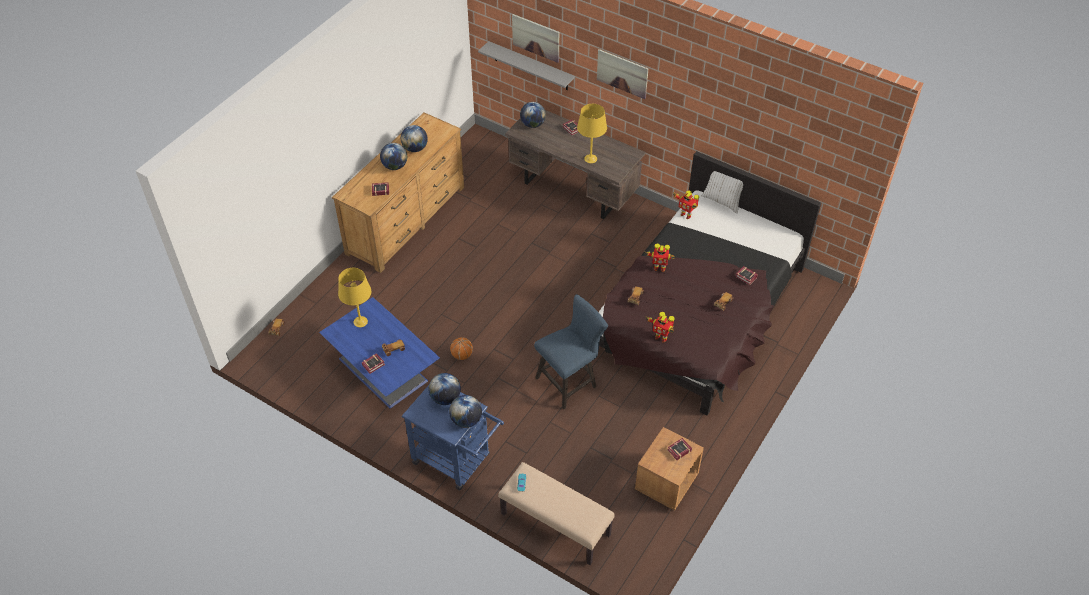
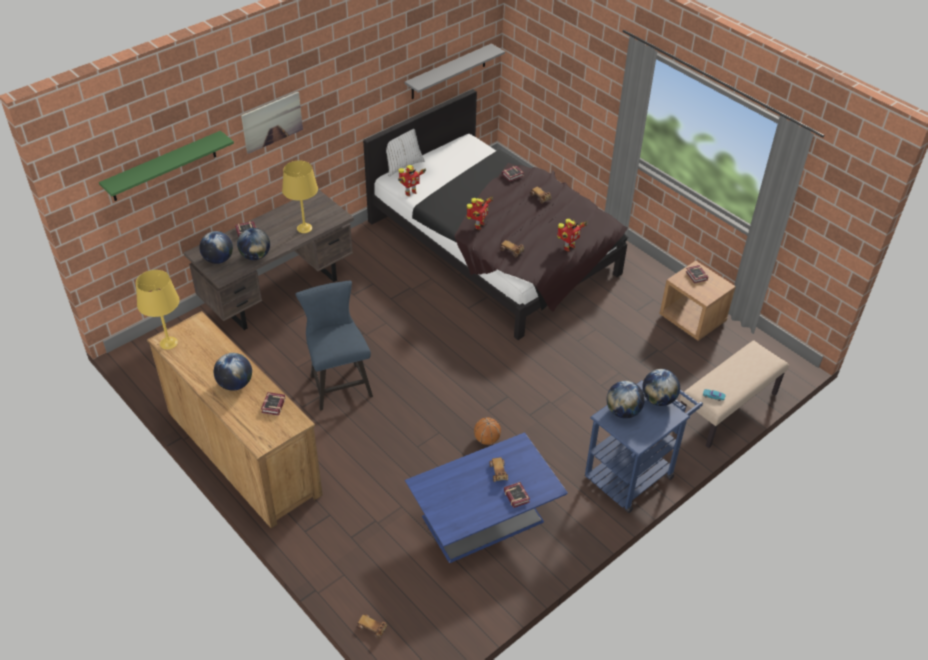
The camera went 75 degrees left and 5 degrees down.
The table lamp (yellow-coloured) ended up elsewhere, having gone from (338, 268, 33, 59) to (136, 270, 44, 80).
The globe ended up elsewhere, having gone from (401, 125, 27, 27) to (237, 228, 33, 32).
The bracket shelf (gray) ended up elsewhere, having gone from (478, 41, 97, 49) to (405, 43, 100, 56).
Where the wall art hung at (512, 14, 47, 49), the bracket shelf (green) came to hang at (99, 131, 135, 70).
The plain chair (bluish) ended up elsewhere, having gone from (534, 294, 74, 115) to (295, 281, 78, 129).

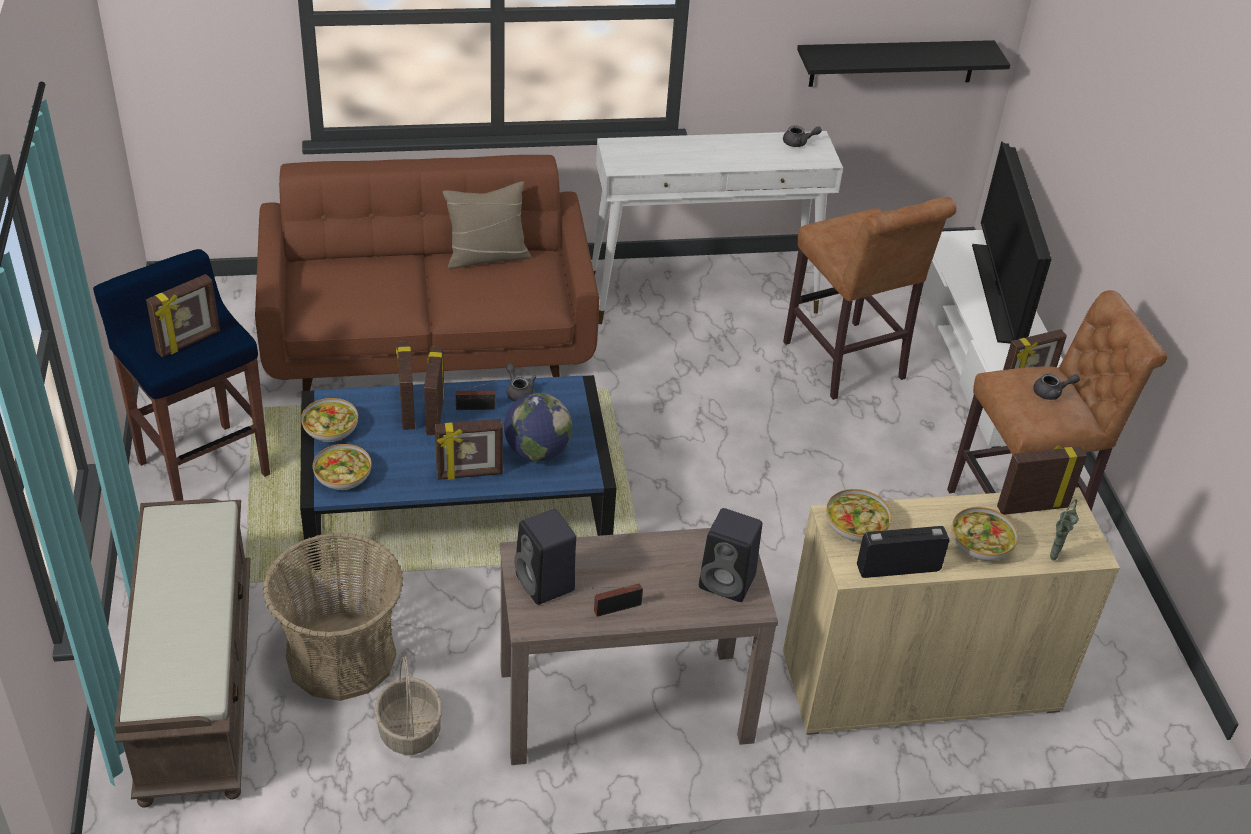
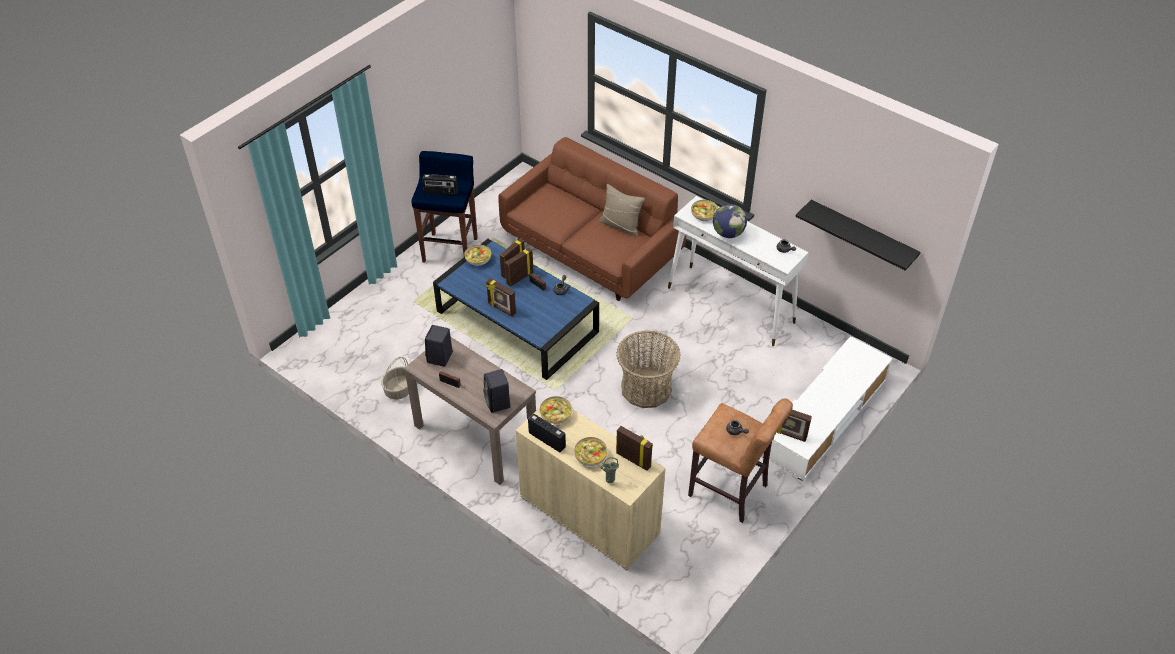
The camera went 50 degrees right and 5 degrees up.
The second view lost the indoor bench (brownish) at (114, 499, 137, 309).
Where the standing frame stood at (146, 274, 74, 83), the radio set came to stand at (422, 174, 36, 21).
The household basket ended up elsewhere, having gone from (263, 532, 141, 169) to (616, 330, 65, 78).
The serving bowl ended up elsewhere, having gone from (313, 444, 58, 46) to (691, 200, 28, 21).
The globe ended up elsewhere, having gone from (504, 393, 68, 68) to (713, 204, 34, 34).
The second view lost the stool seat (brownish) at (783, 197, 174, 203).
The second view lost the TV at (972, 141, 80, 203).

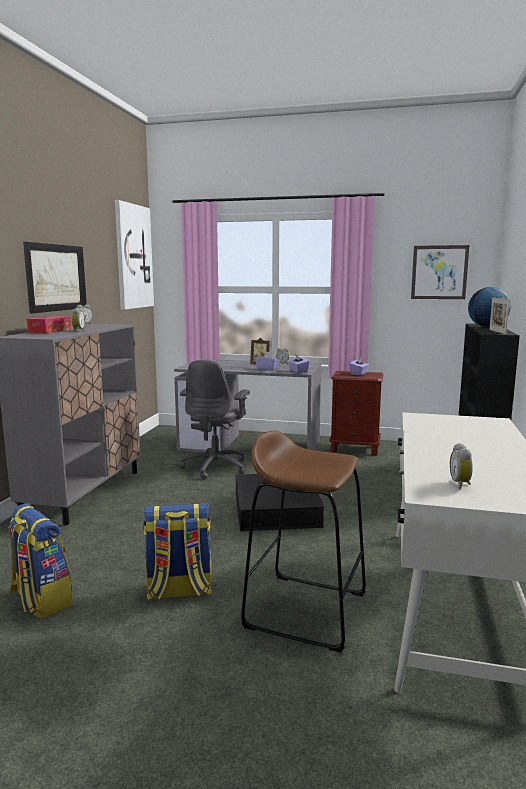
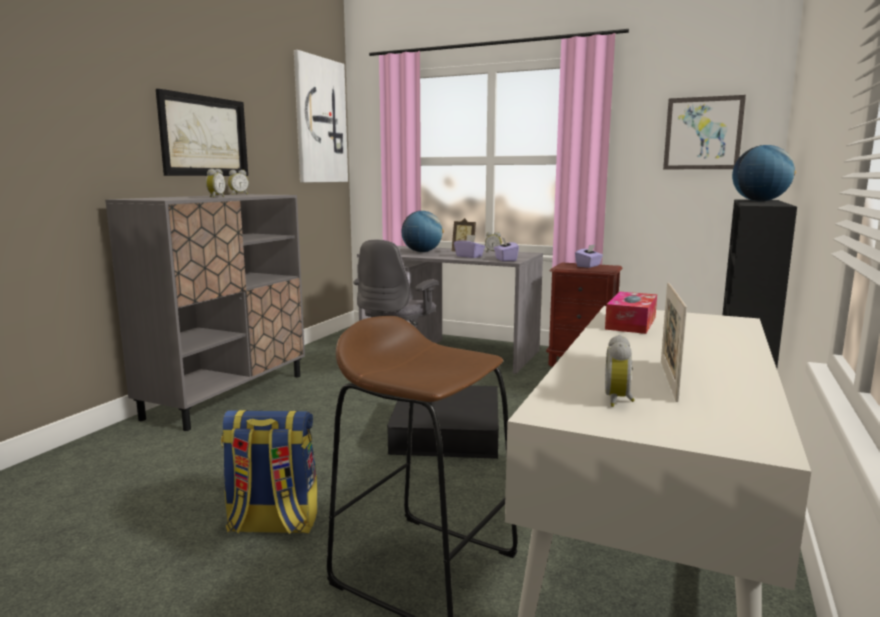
The camera went 10 degrees right and 0 degrees up.
The second view lost the rucksack at (9, 504, 64, 115).
The box of tissues ended up elsewhere, having gone from (27, 316, 44, 17) to (605, 292, 52, 42).
The standing frame ended up elsewhere, having gone from (489, 297, 21, 37) to (661, 283, 26, 119).
The second view gained the globe at (401, 211, 43, 41).

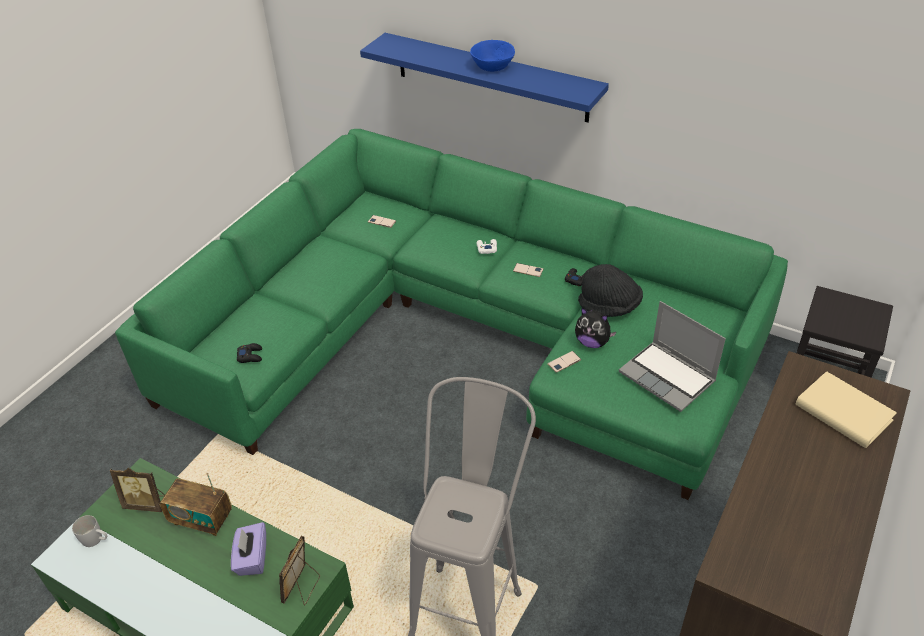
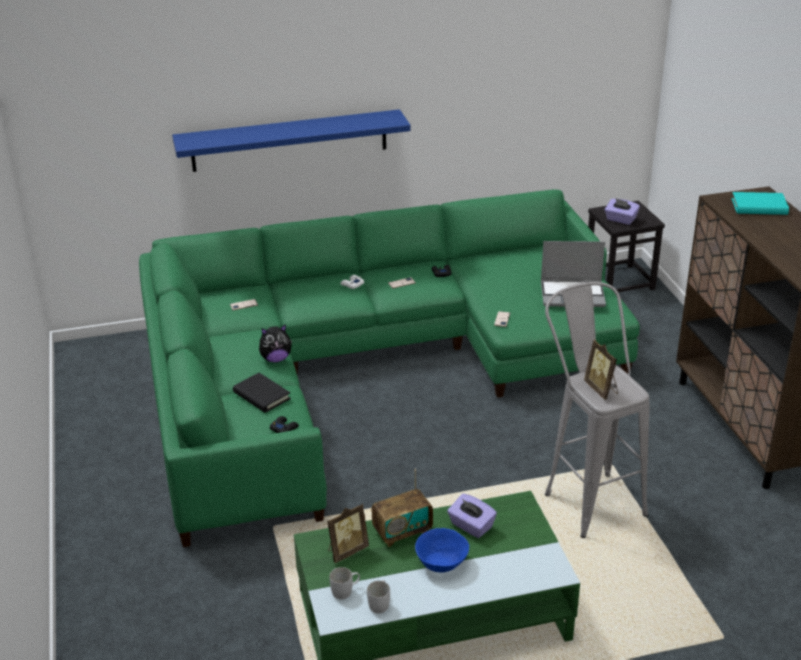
The camera went 45 degrees left and 10 degrees down.
The standing frame ended up elsewhere, having gone from (279, 536, 41, 70) to (584, 339, 34, 61).
The serving bowl (bluish) ended up elsewhere, having gone from (470, 40, 45, 32) to (415, 528, 54, 45).
The soft toy ended up elsewhere, having gone from (575, 307, 41, 41) to (259, 324, 33, 39).
The second view lost the clothing hat (black) at (578, 264, 65, 53).
What was the book (beige-coloured) at (796, 371, 101, 77) turned into the book (blue-green) at (732, 192, 57, 23).
The second view gained the book (black) at (233, 373, 58, 40).
The second view gained the mug (white-coloured) at (367, 580, 23, 33).
The second view gained the box of tissues (purplish) at (605, 198, 35, 27).

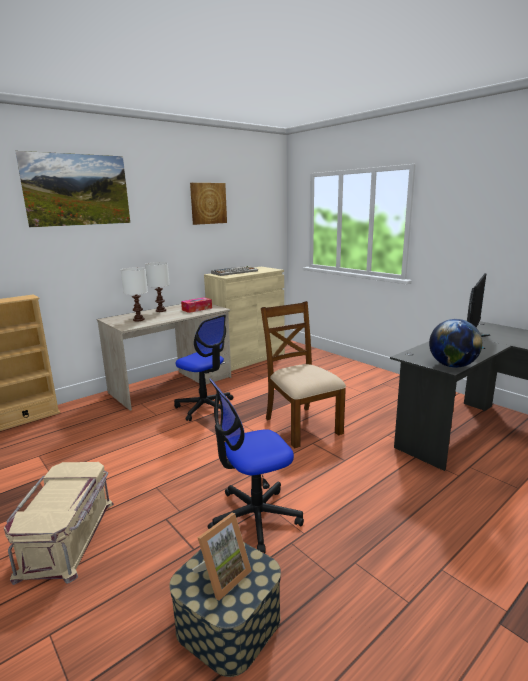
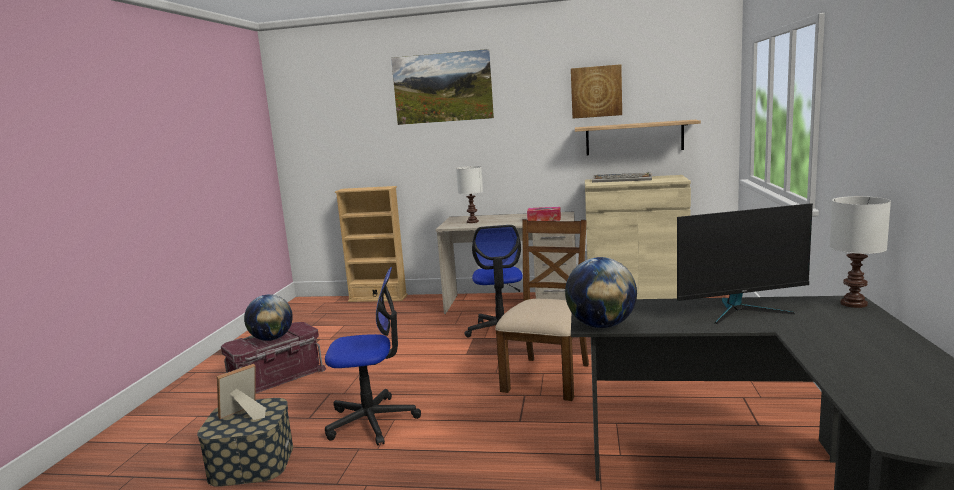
The camera went 50 degrees right and 5 degrees down.
What was the storage bin (beige-coloured) at (4, 462, 110, 123) turned into the storage bin (red) at (221, 322, 105, 72).
The table lamp (white-coloured) ended up elsewhere, having gone from (145, 262, 25, 50) to (829, 196, 62, 112).
The standing frame at (192, 513, 60, 88) ended up facing another way, 135 degrees clockwise from before.
The desk chair at (208, 379, 96, 174) ended up facing another way, 150 degrees clockwise from before.
The second view gained the globe at (244, 294, 49, 47).
The second view gained the bracket shelf at (575, 120, 126, 35).

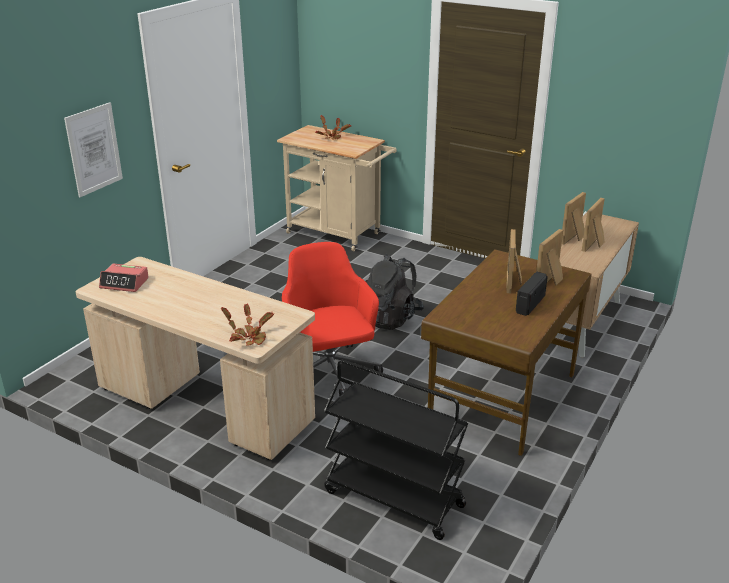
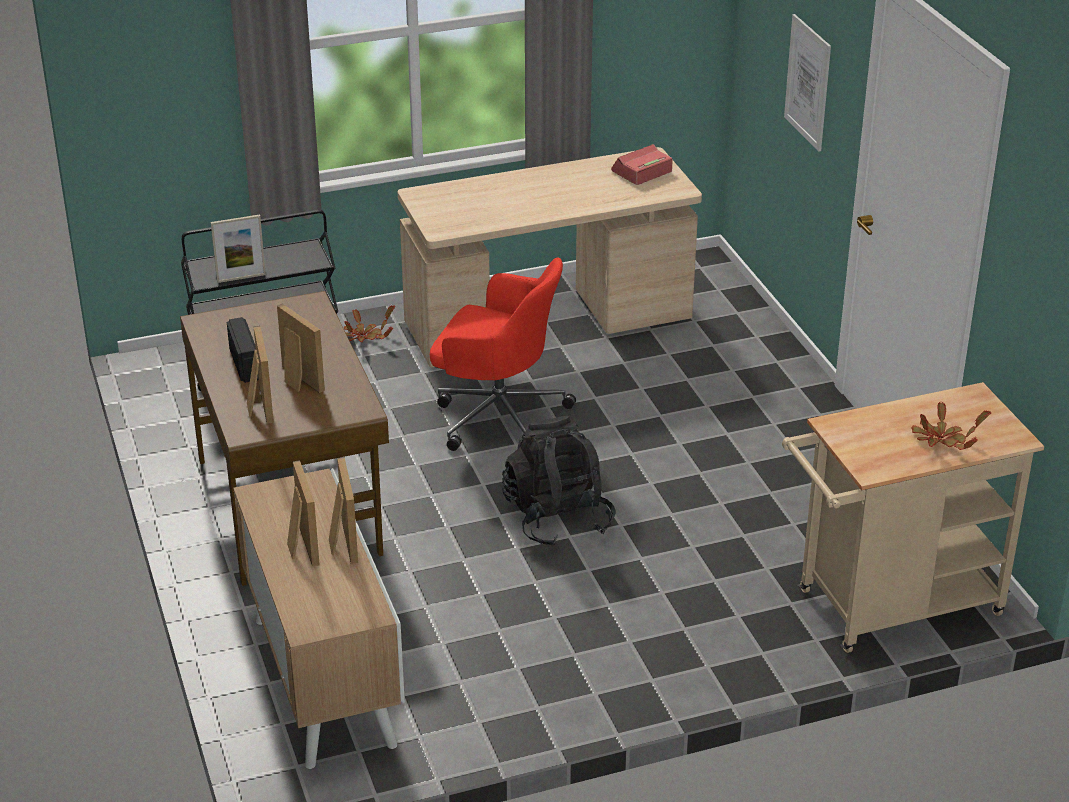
The camera went 130 degrees right and 5 degrees up.
The potted plant ended up elsewhere, having gone from (221, 303, 53, 43) to (344, 305, 51, 37).
The second view gained the standing frame at (211, 214, 55, 69).

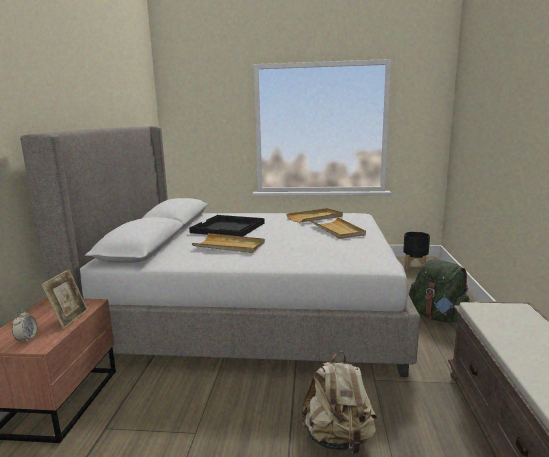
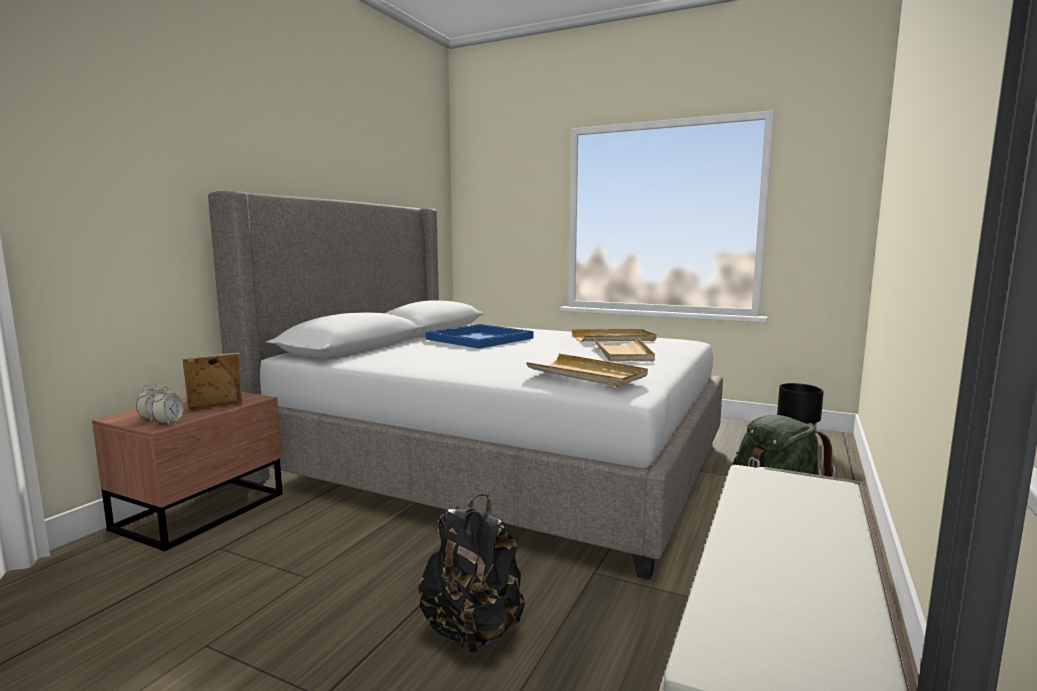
The camera went 20 degrees right and 5 degrees down.
The standing frame at (41, 269, 47, 60) ended up facing another way, 150 degrees counterclockwise from before.
What was the tray (black) at (189, 215, 76, 22) turned into the tray (bluish) at (425, 324, 108, 25).
The tray (beige-coloured) ended up elsewhere, having gone from (192, 233, 73, 20) to (526, 353, 122, 34).
What was the rucksack (beige-coloured) at (299, 351, 78, 105) turned into the rucksack (black) at (418, 493, 107, 159).
The second view gained the alarm clock at (152, 387, 32, 38).

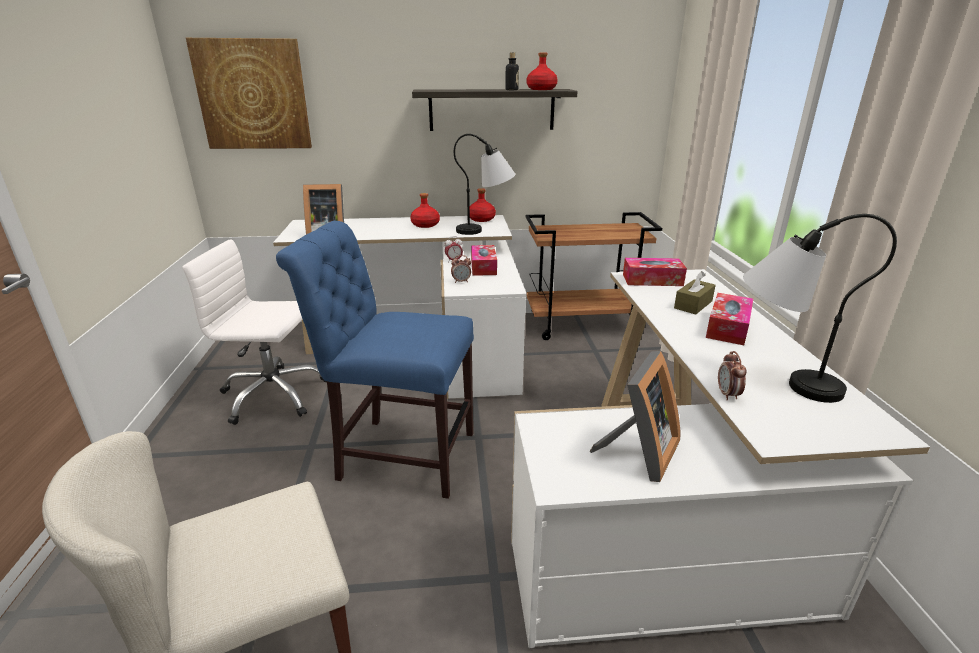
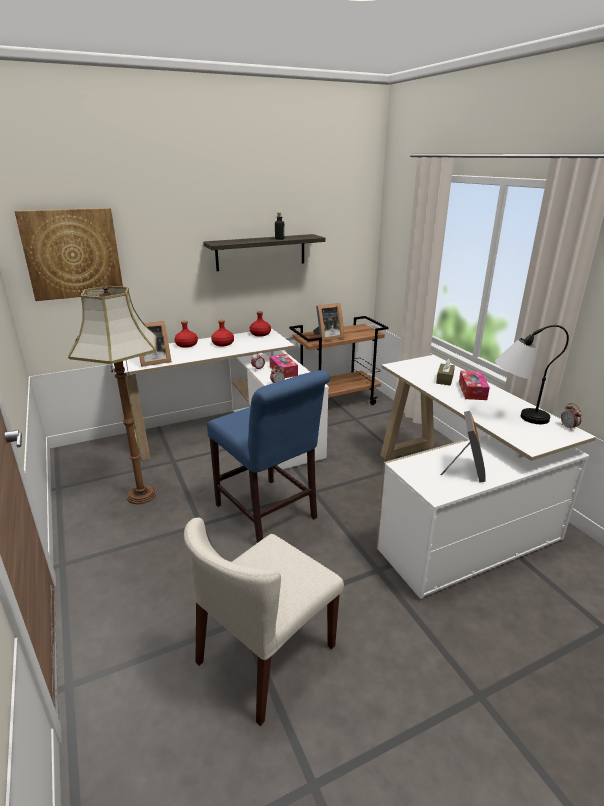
The camera went 20 degrees left and 0 degrees up.
Where the desk chair (white-coloured) stood at (182, 239, 145, 186), the floor lamp came to stand at (68, 283, 89, 221).
The plain chair (bluish) at (276, 221, 198, 278) ended up facing another way, 120 degrees counterclockwise from before.
The second view lost the table lamp at (454, 134, 62, 101).
The drink bottle (red) ended up elsewhere, having gone from (527, 52, 31, 38) to (175, 321, 23, 27).
The second view lost the box of tissues at (623, 258, 64, 28).
The alarm clock ended up elsewhere, having gone from (718, 351, 29, 50) to (561, 403, 21, 26).
The second view gained the standing frame at (313, 303, 31, 38).

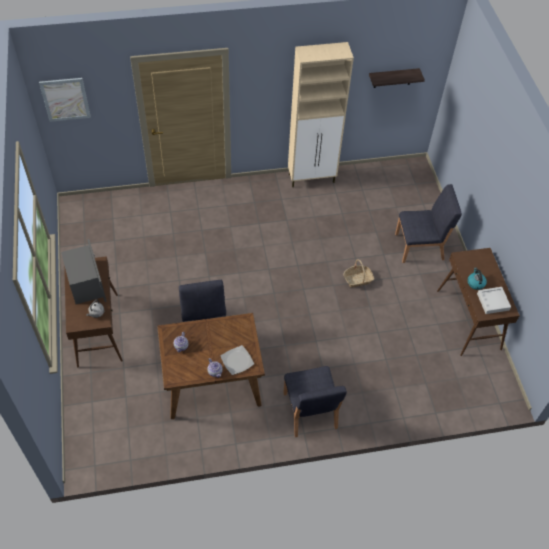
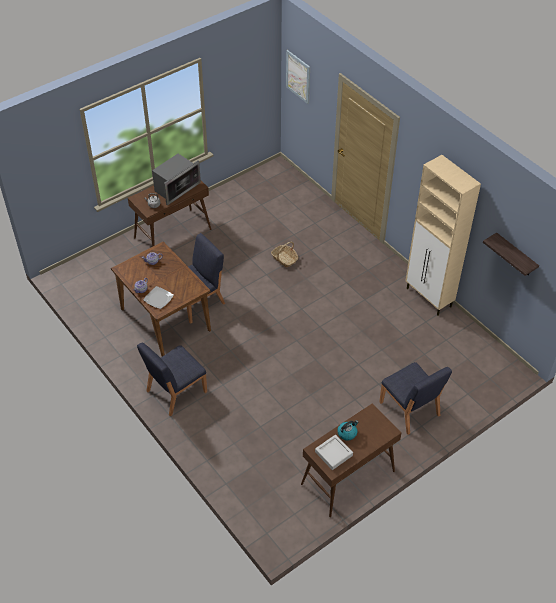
The camera went 65 degrees right and 5 degrees down.
The household basket ended up elsewhere, having gone from (344, 259, 30, 29) to (271, 242, 27, 25).

